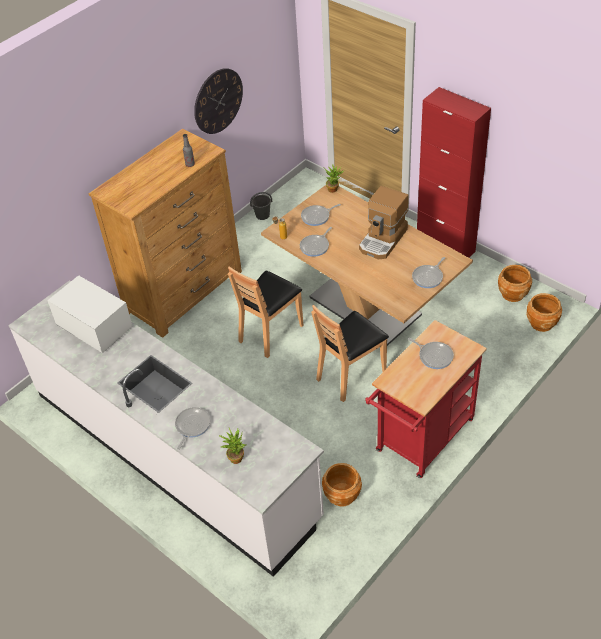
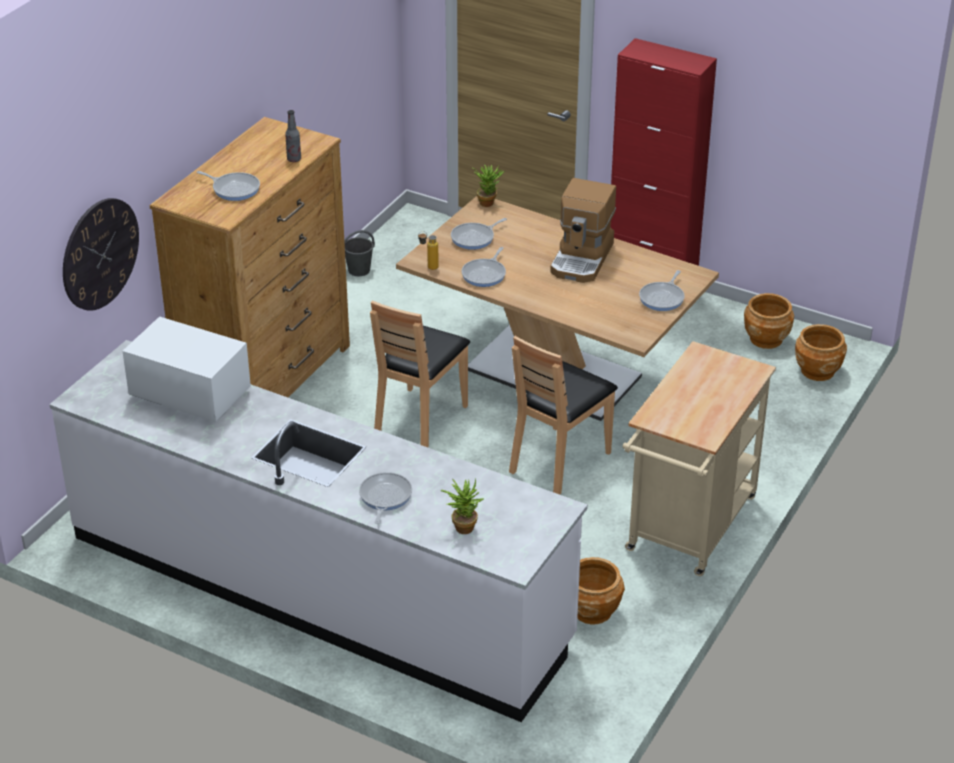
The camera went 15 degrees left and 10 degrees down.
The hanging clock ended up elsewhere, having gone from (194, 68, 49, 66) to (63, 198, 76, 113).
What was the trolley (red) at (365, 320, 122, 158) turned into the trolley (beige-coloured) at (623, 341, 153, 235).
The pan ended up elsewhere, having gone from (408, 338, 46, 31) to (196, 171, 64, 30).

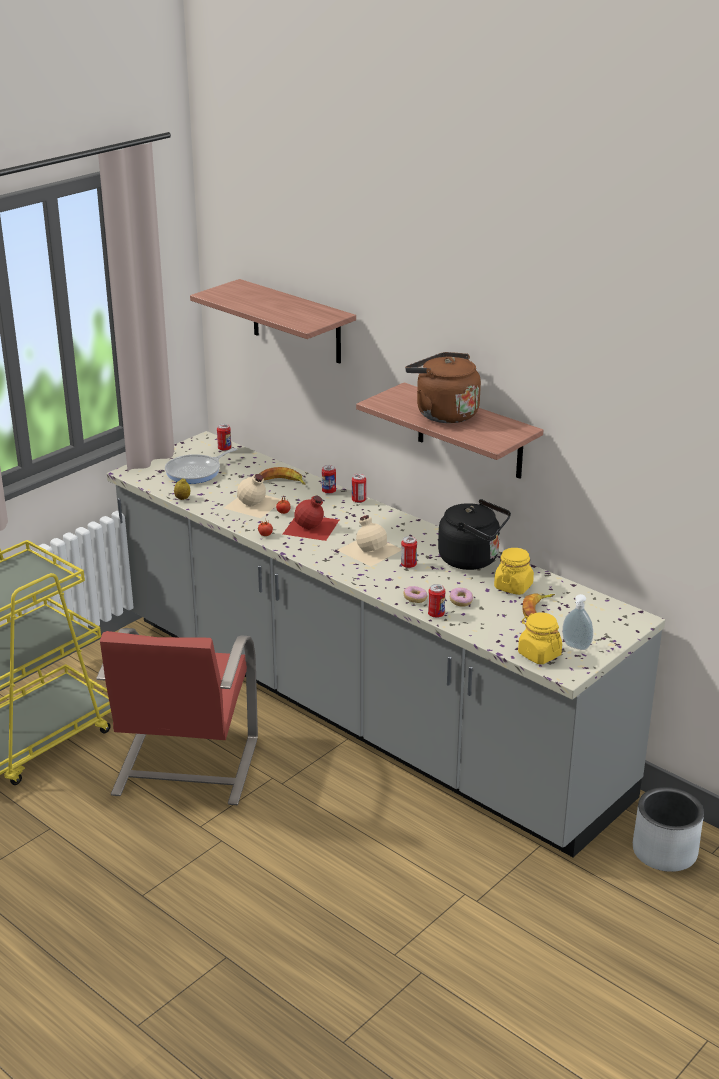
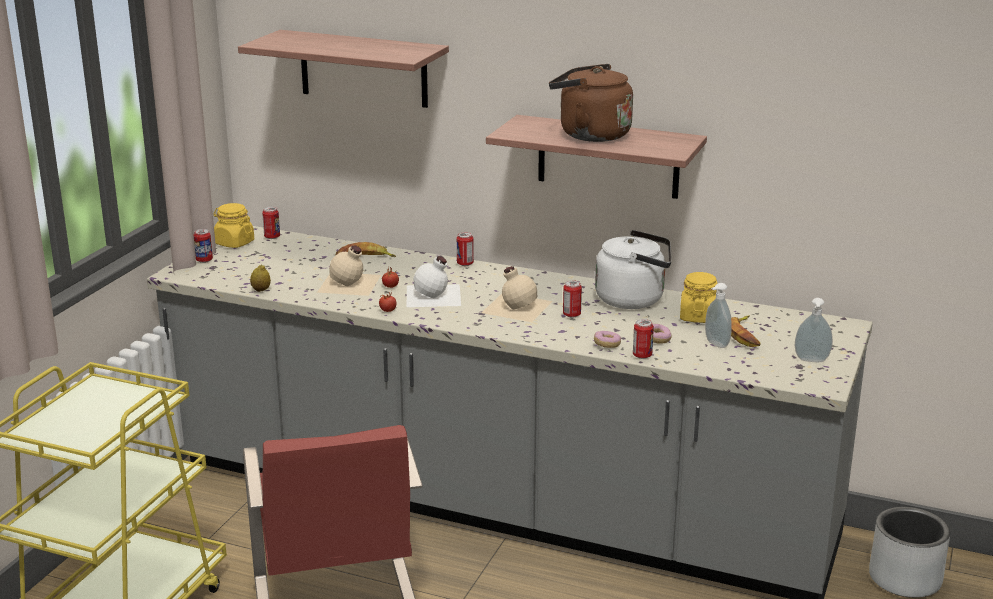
The camera went 20 degrees left and 5 degrees down.
The second view lost the pan at (165, 448, 72, 36).
What was the drink bottle (red) at (283, 496, 56, 45) turned into the drink bottle (white-coloured) at (407, 256, 54, 51).
The metal can ended up elsewhere, having gone from (322, 465, 14, 29) to (194, 229, 19, 34).
What was the kettle (black) at (438, 499, 73, 71) turned into the kettle (white-coloured) at (595, 230, 77, 79).
The jar (yellow-coloured) ended up elsewhere, having gone from (518, 612, 44, 52) to (213, 203, 41, 45).
The second view gained the liquid soap bottle at (705, 283, 27, 65).

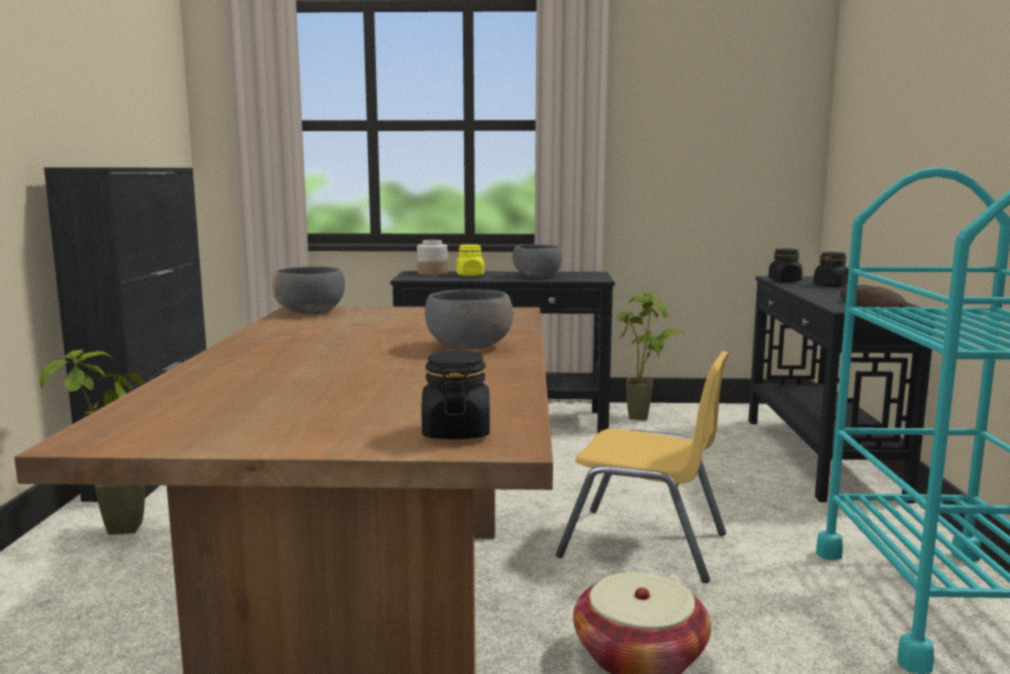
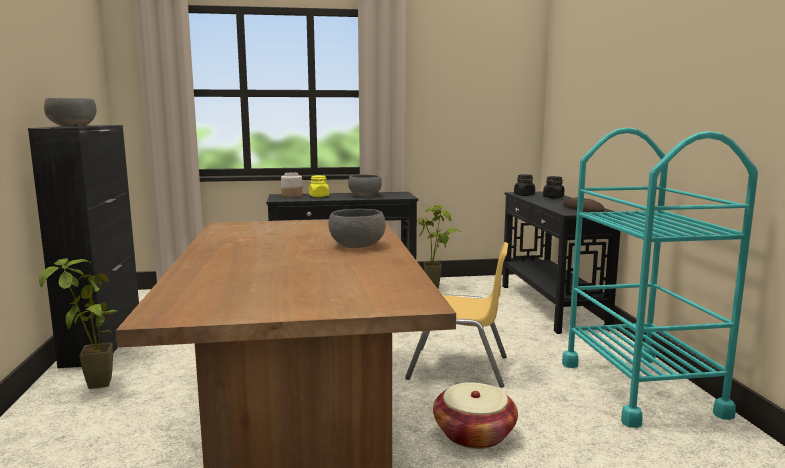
The camera went 10 degrees left and 0 degrees up.
The serving bowl (gray) ended up elsewhere, having gone from (272, 266, 73, 48) to (44, 98, 53, 29).
The second view lost the jar (black) at (421, 350, 69, 89).

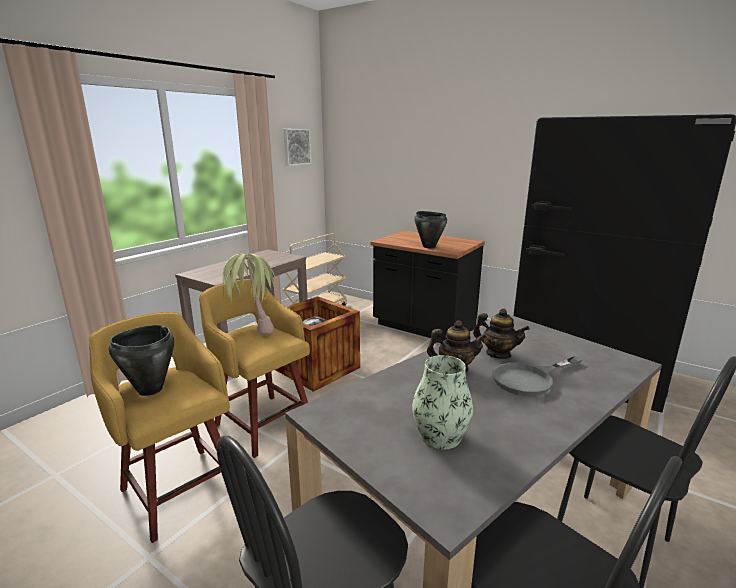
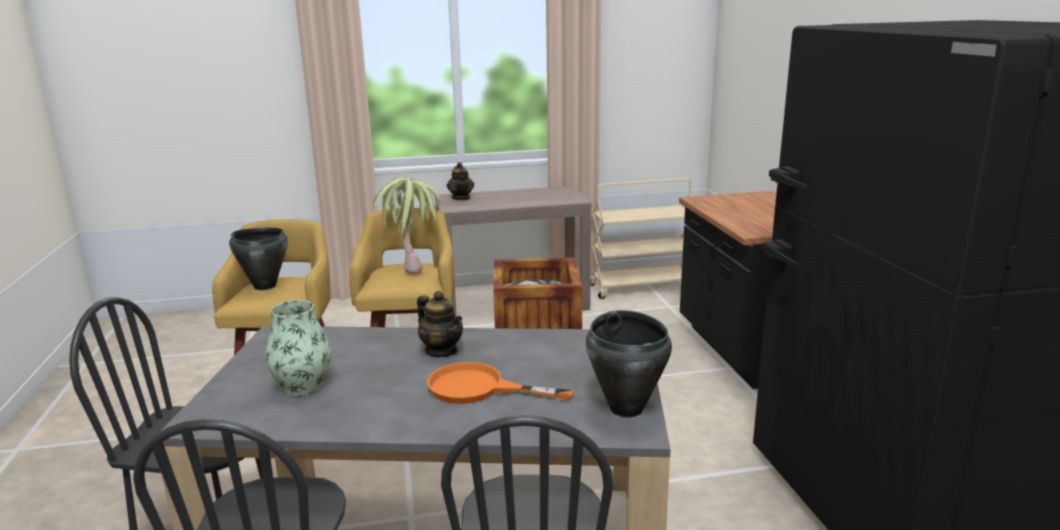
The camera went 45 degrees right and 0 degrees up.
The second view lost the wall art at (283, 129, 28, 37).
The cooking pot (black) ended up elsewhere, having gone from (414, 211, 33, 37) to (586, 310, 86, 107).
The tea pot ended up elsewhere, having gone from (473, 309, 57, 50) to (447, 162, 27, 38).
What was the pan (gray) at (493, 356, 89, 40) turned into the pan (orange-coloured) at (427, 362, 146, 42).

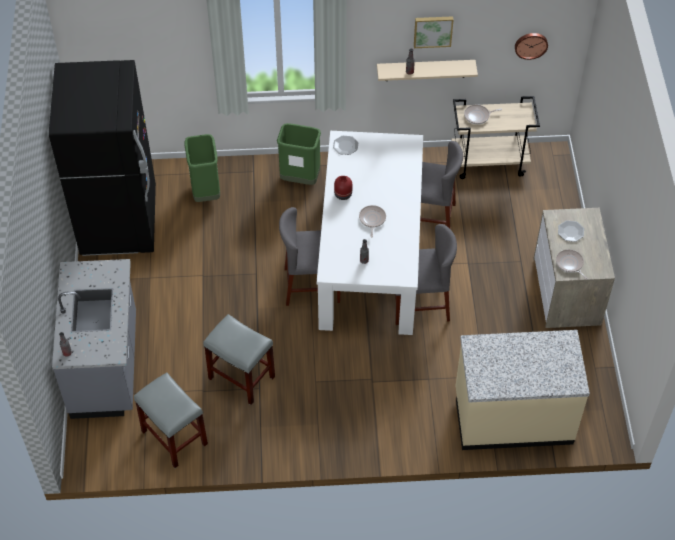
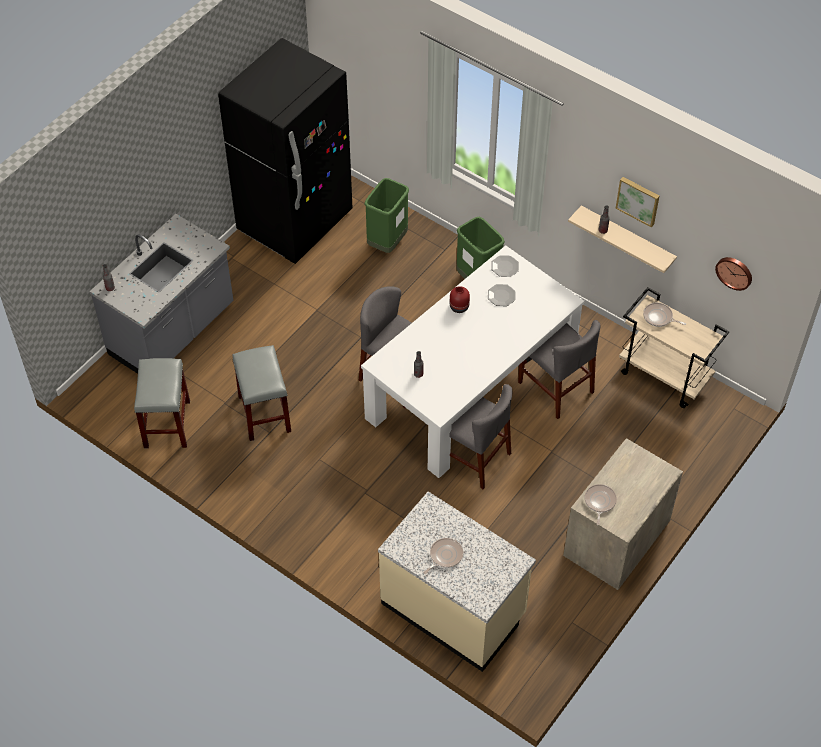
The camera went 40 degrees right and 0 degrees up.
The pan ended up elsewhere, having gone from (359, 205, 27, 32) to (424, 538, 39, 36).
The dinner plate ended up elsewhere, having gone from (558, 220, 26, 22) to (488, 284, 28, 22).

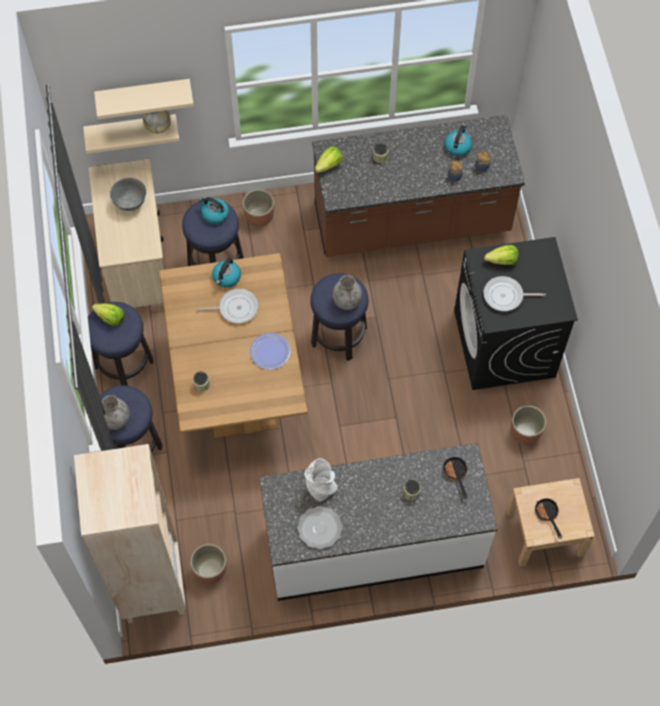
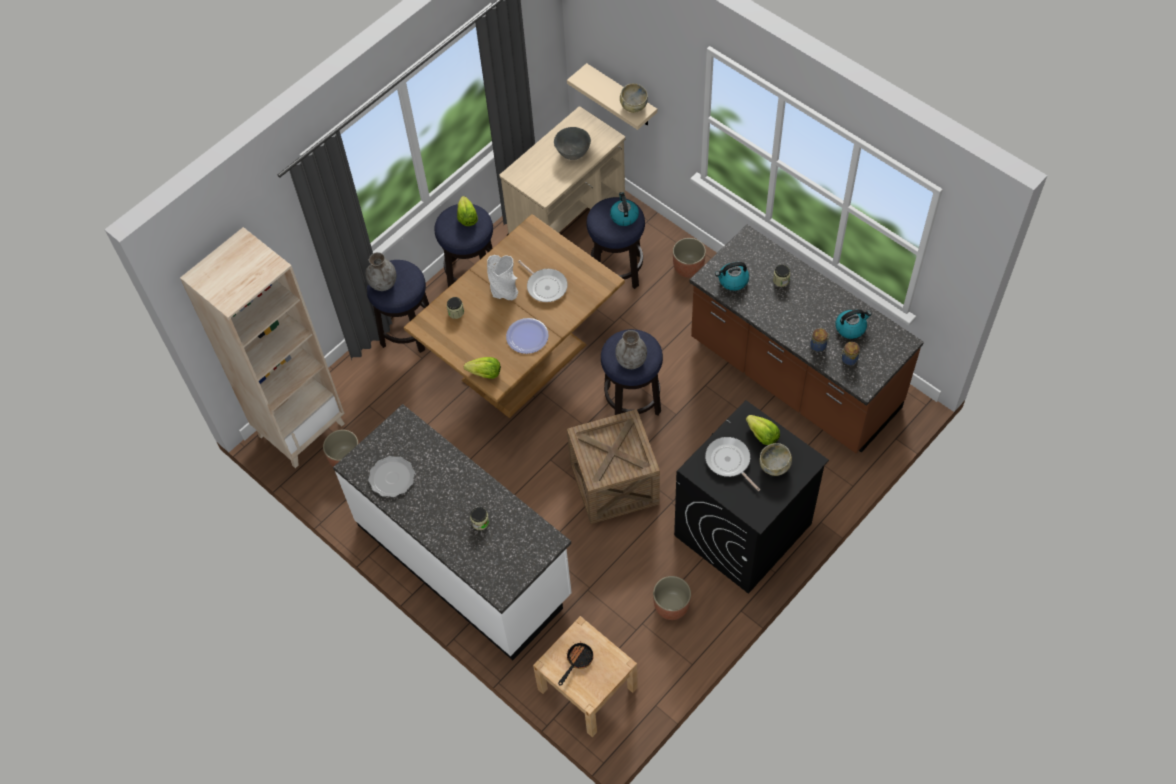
The camera went 55 degrees right and 5 degrees down.
The second view lost the bracket shelf (beige-coloured) at (94, 79, 100, 40).
The kettle ended up elsewhere, having gone from (212, 258, 29, 29) to (715, 262, 34, 29).
The decorative vase (white-coloured) ended up elsewhere, having gone from (304, 458, 33, 44) to (487, 255, 31, 45).
The lettuce head ended up elsewhere, having gone from (315, 146, 28, 27) to (464, 357, 37, 22).
The second view lost the pan at (443, 457, 25, 42).
The second view gained the shipping crate at (567, 409, 93, 115).
The second view gained the serving bowl (beige-coloured) at (760, 443, 32, 33).

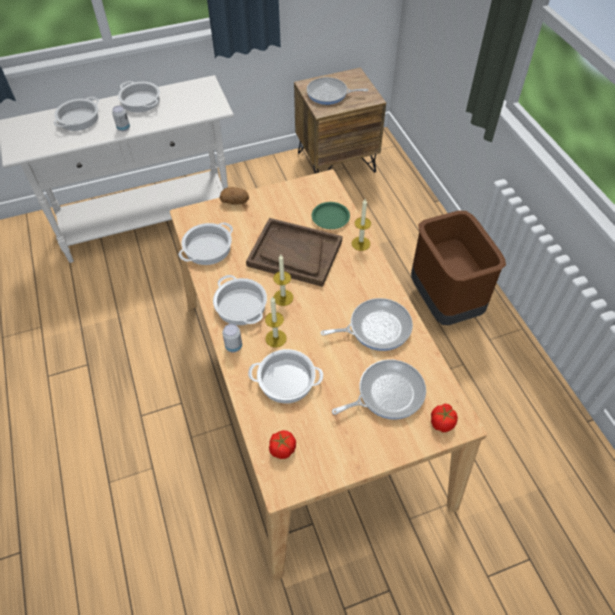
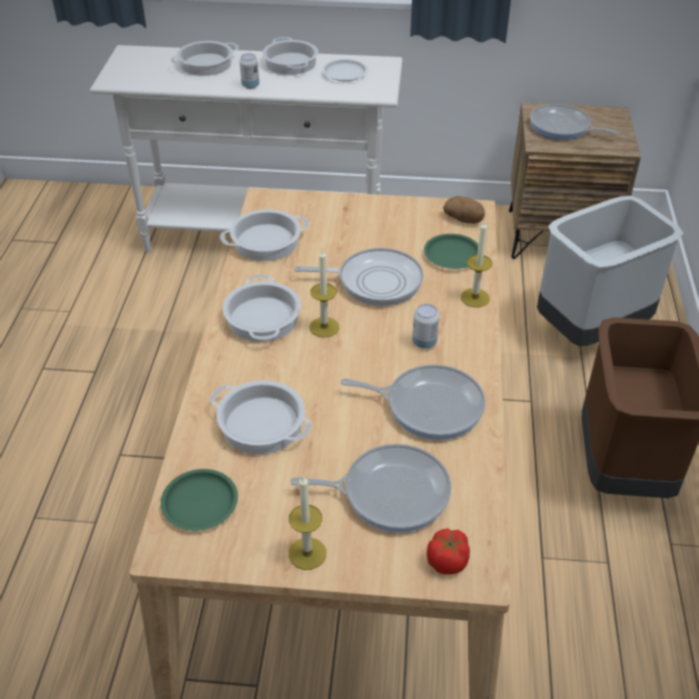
The camera went 25 degrees right and 10 degrees down.
The whole potato ended up elsewhere, having gone from (220, 187, 29, 18) to (443, 196, 42, 28).
The metal can ended up elsewhere, having gone from (222, 324, 20, 28) to (412, 304, 27, 45).
Where the tray (brownish) stood at (246, 218, 96, 69), the pan came to stand at (294, 248, 130, 58).
The wax candle ended up elsewhere, having gone from (265, 296, 22, 52) to (289, 476, 37, 94).
Where the whole tomato stood at (269, 430, 27, 29), the dinner plate (green) came to stand at (161, 469, 77, 62).
The second view gained the dinner plate (white-coloured) at (322, 59, 46, 22).
The second view gained the rubbish bin (gray) at (537, 196, 147, 150).

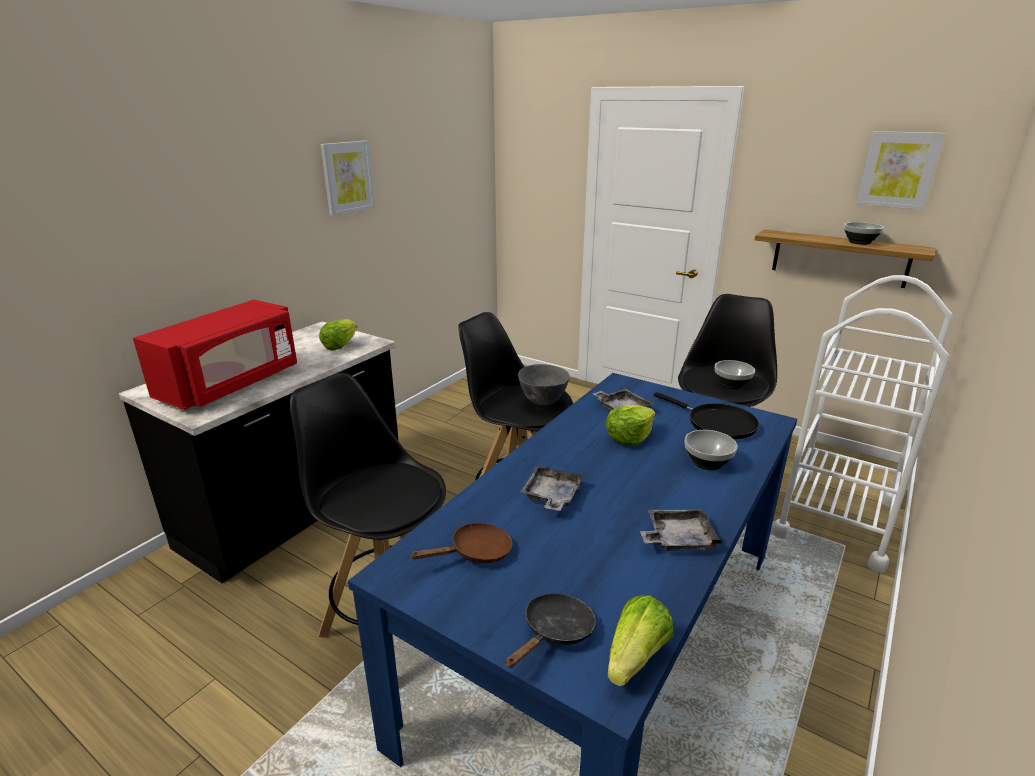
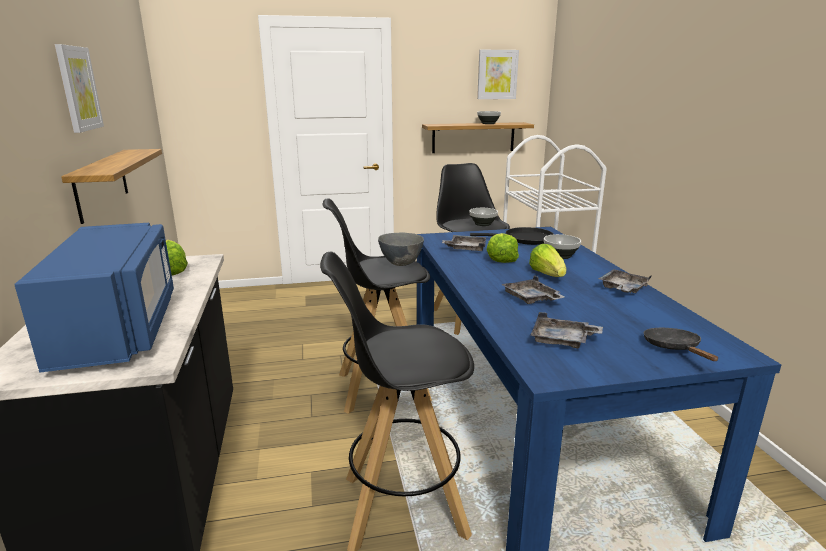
The camera went 45 degrees left and 5 degrees down.
What was the microwave (red) at (133, 299, 164, 111) turned into the microwave (bluish) at (14, 223, 160, 150).
Where the pan (brownish) stood at (410, 523, 102, 40), the tray (gray) came to stand at (531, 312, 72, 36).
The lettuce head ended up elsewhere, having gone from (607, 595, 66, 91) to (529, 244, 38, 33).
The second view gained the bracket shelf at (61, 149, 101, 75).

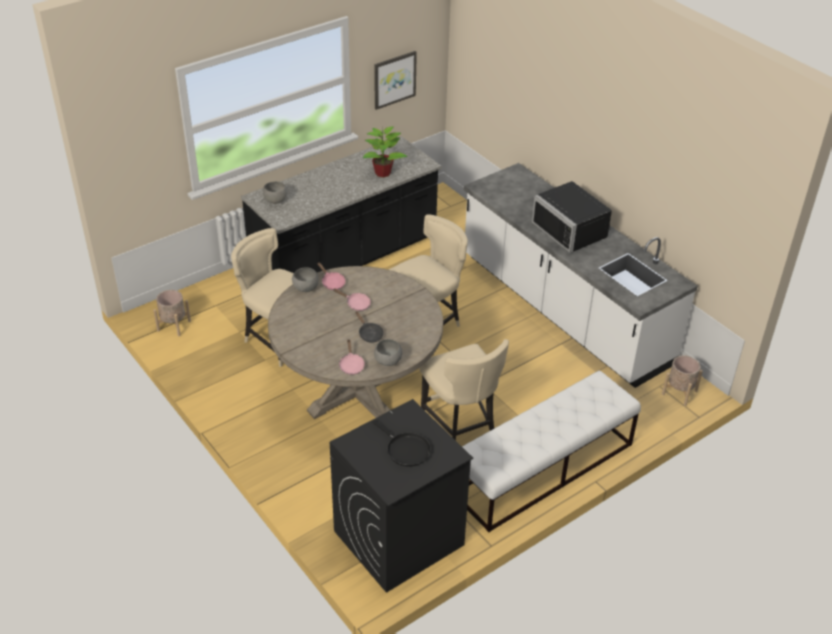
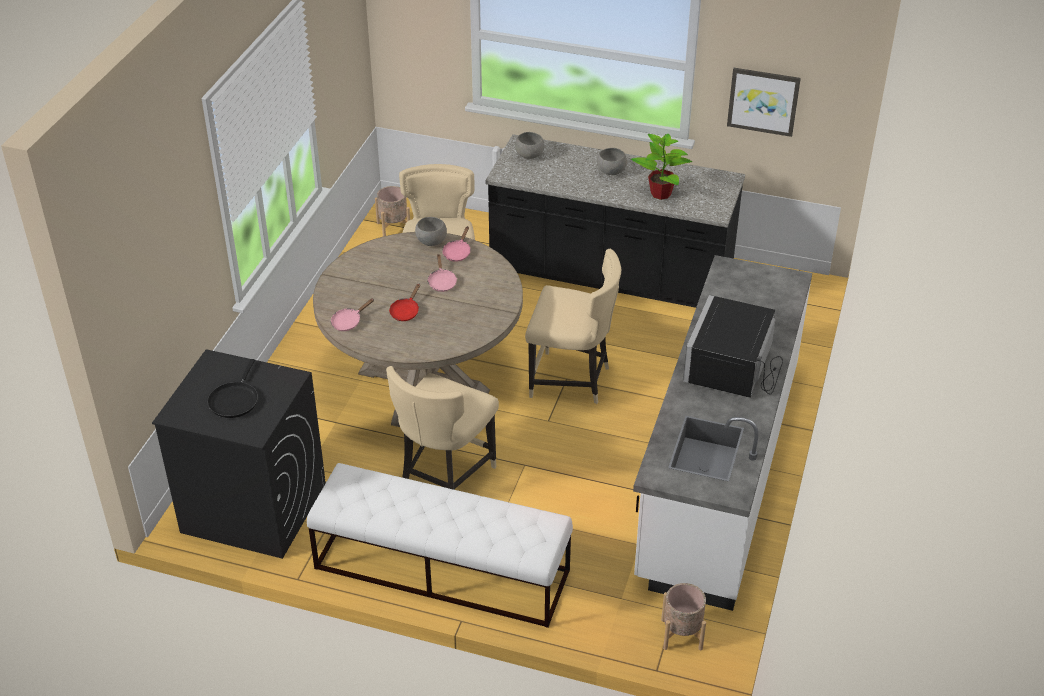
The camera went 55 degrees right and 0 degrees up.
What was the pan (black) at (355, 311, 29, 32) turned into the pan (red) at (389, 284, 31, 37).
The serving bowl (gray) ended up elsewhere, having gone from (374, 339, 28, 27) to (597, 148, 30, 27).

